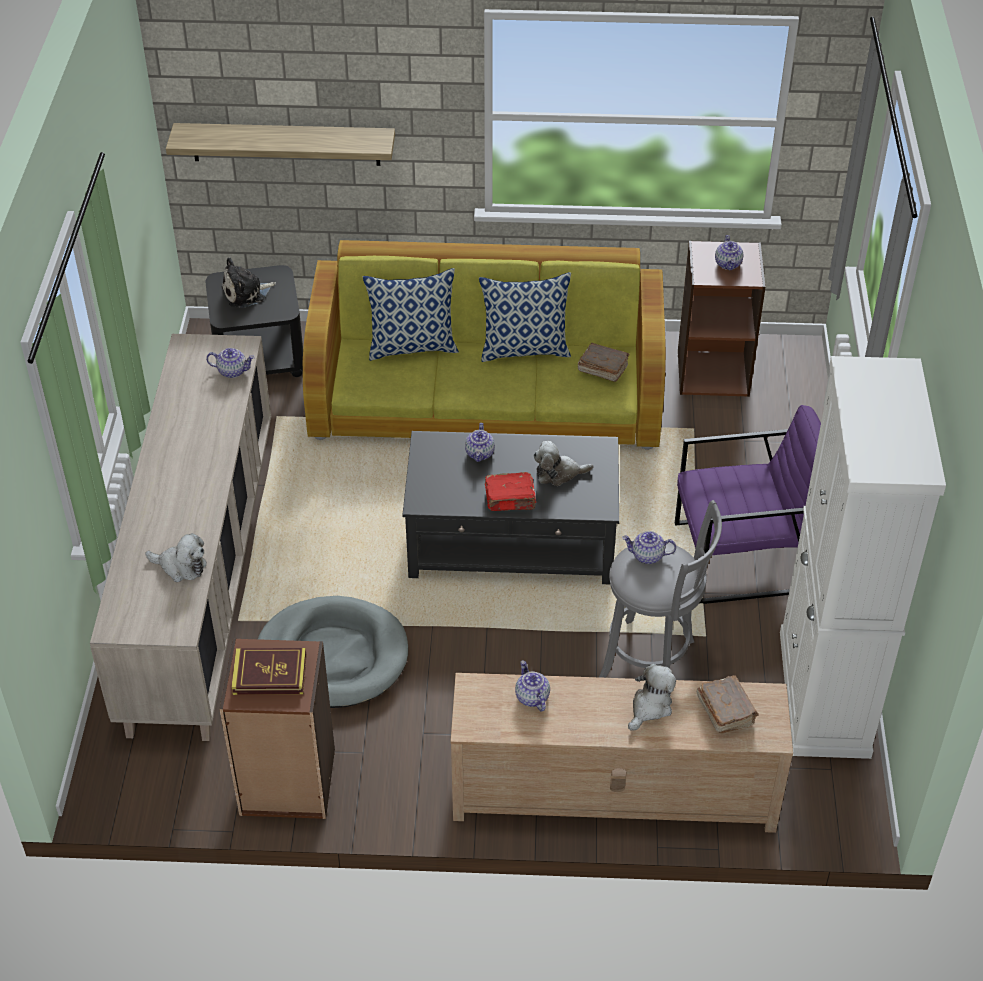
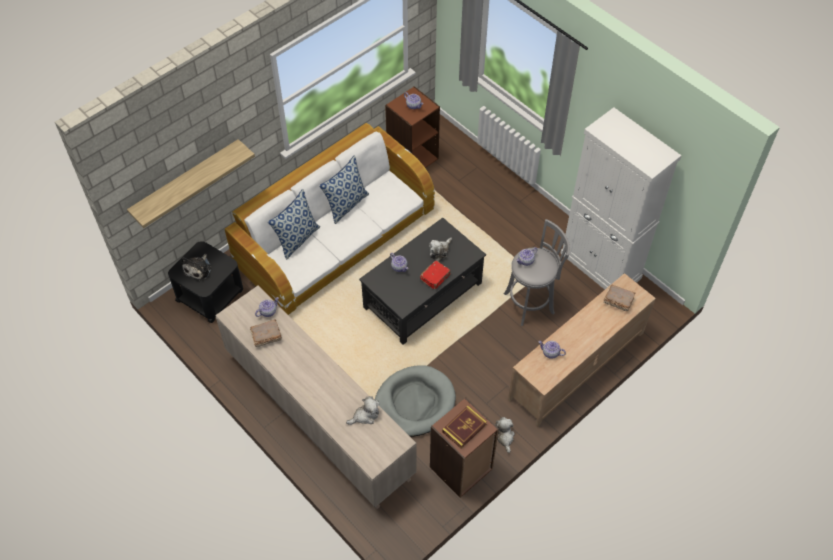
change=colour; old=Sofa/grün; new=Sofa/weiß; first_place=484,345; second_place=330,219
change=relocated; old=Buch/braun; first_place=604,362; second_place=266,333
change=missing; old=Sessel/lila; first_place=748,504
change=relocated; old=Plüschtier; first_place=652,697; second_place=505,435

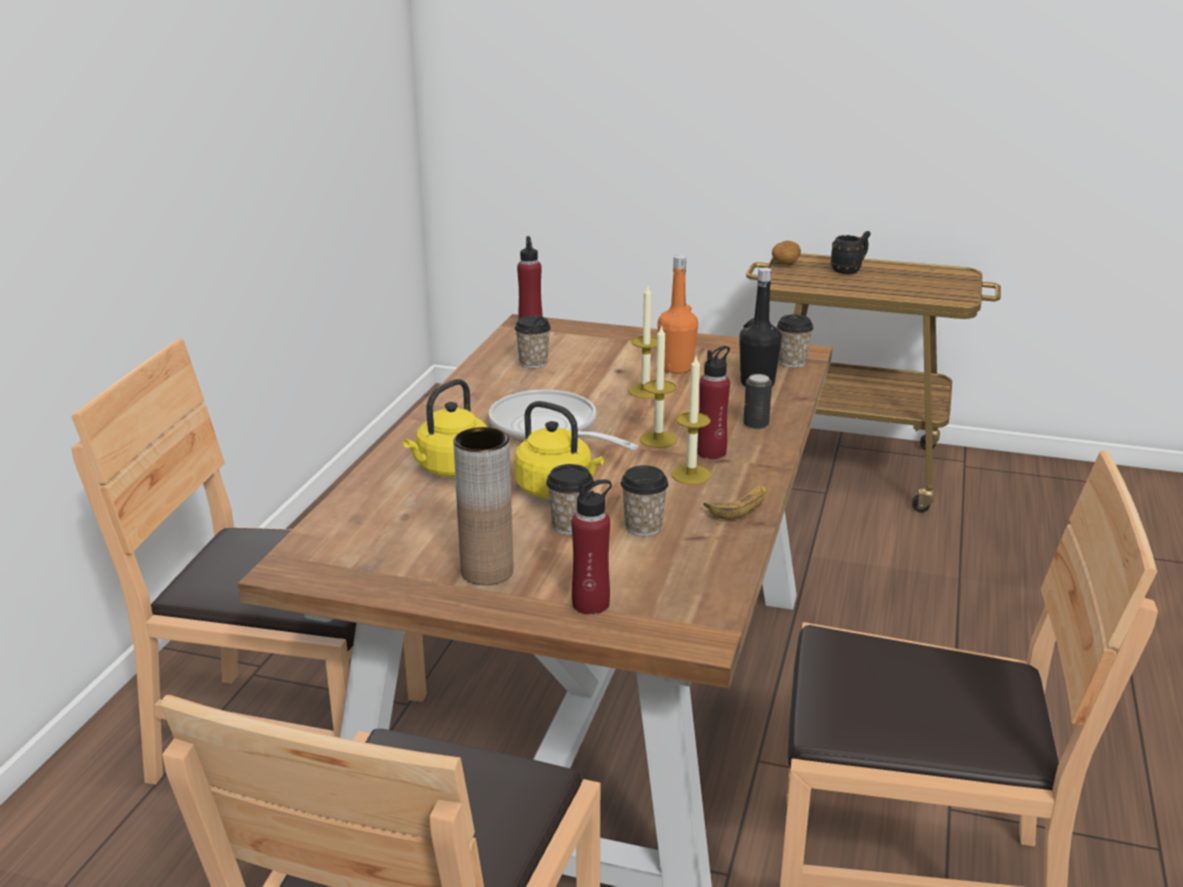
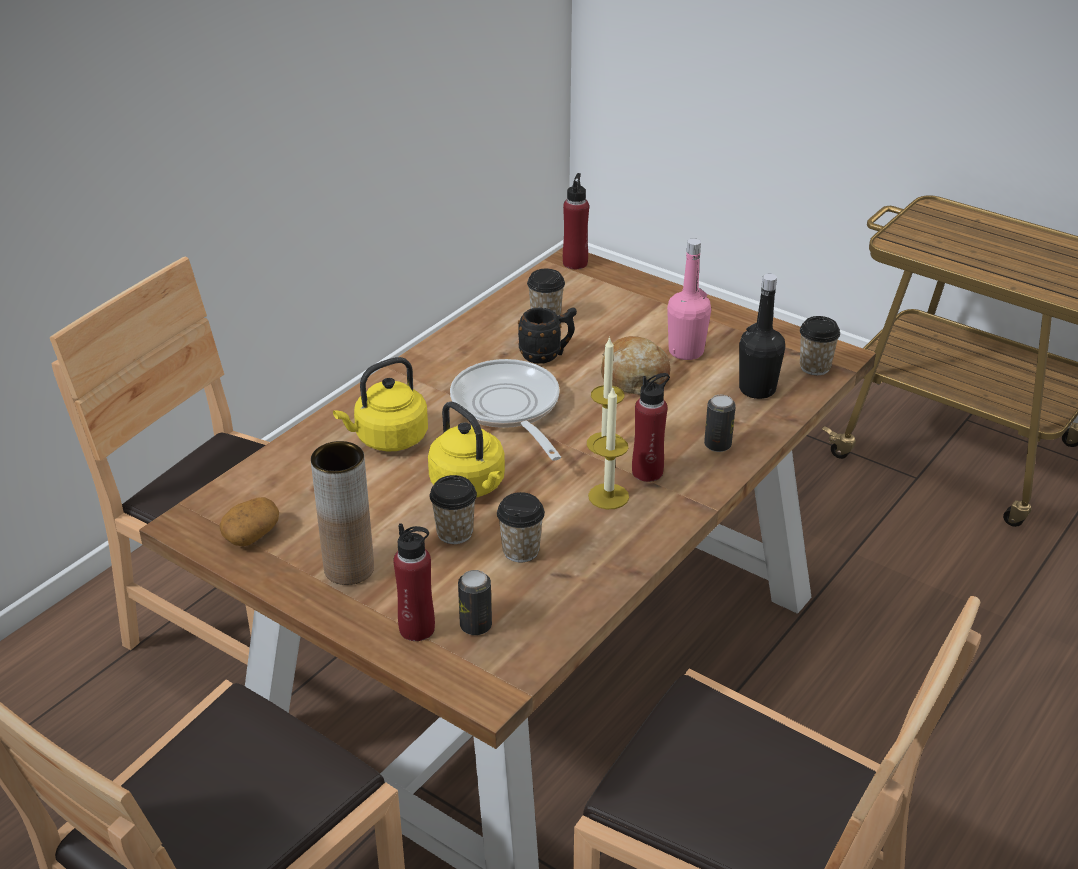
change=relocated; old=Henkelbecher/schwarz; first_place=850,252; second_place=547,335
change=relocated; old=Kartoffel; first_place=786,253; second_place=249,522
change=colour; old=Flasche/orange; new=Flasche/rosa; first_place=677,314; second_place=689,299
change=exchanged; old=Kerze; new=Brot; first_place=642,342; second_place=635,365
change=missing; old=Banane; first_place=735,503
change=appeared; new=Dose; second_place=475,602

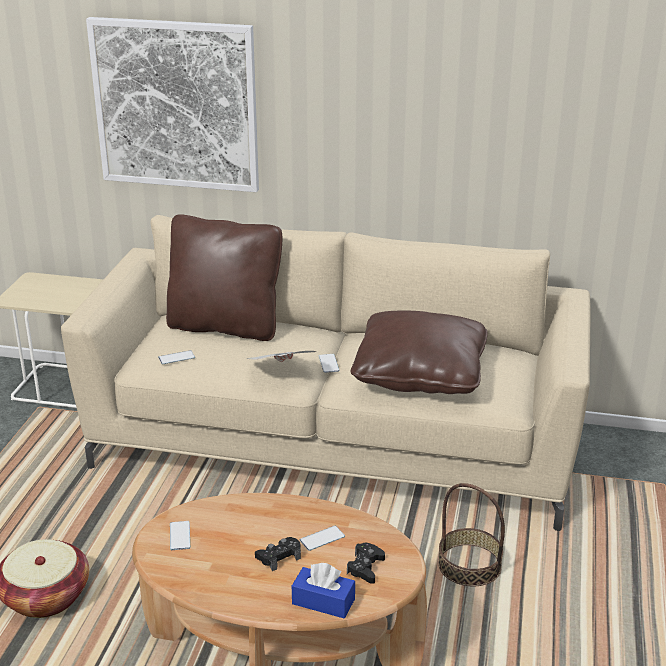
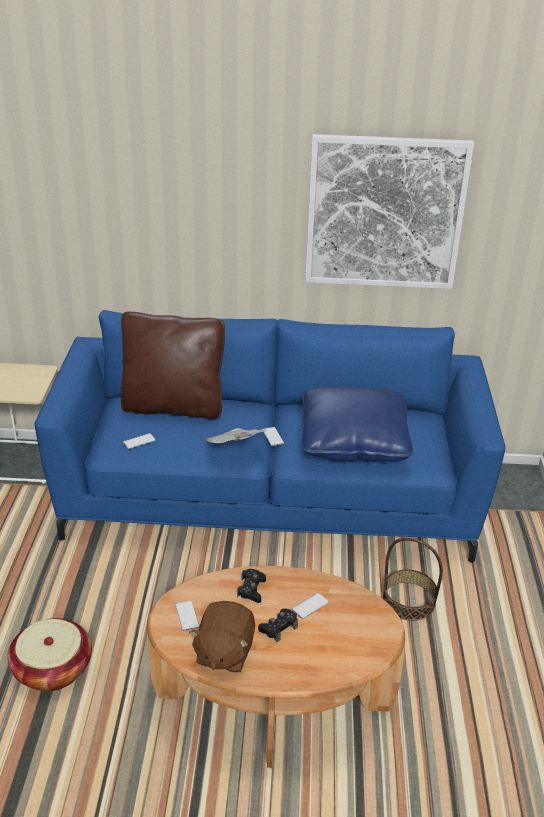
change=relocated; old=Bild; first_place=172,104; second_place=389,211
change=colour; old=Sofa/beige; new=Sofa/blau; first_place=325,373; second_place=270,436
change=colour; old=Kissen/braun; new=Kissen/blau; first_place=419,352; second_place=357,424
change=relocated; old=Gamepad/schwarz; first_place=366,563; second_place=251,586
change=missing; old=Taschentuchbox/blau; first_place=323,591
change=appeared; new=Plüschtier/braun; second_place=222,637

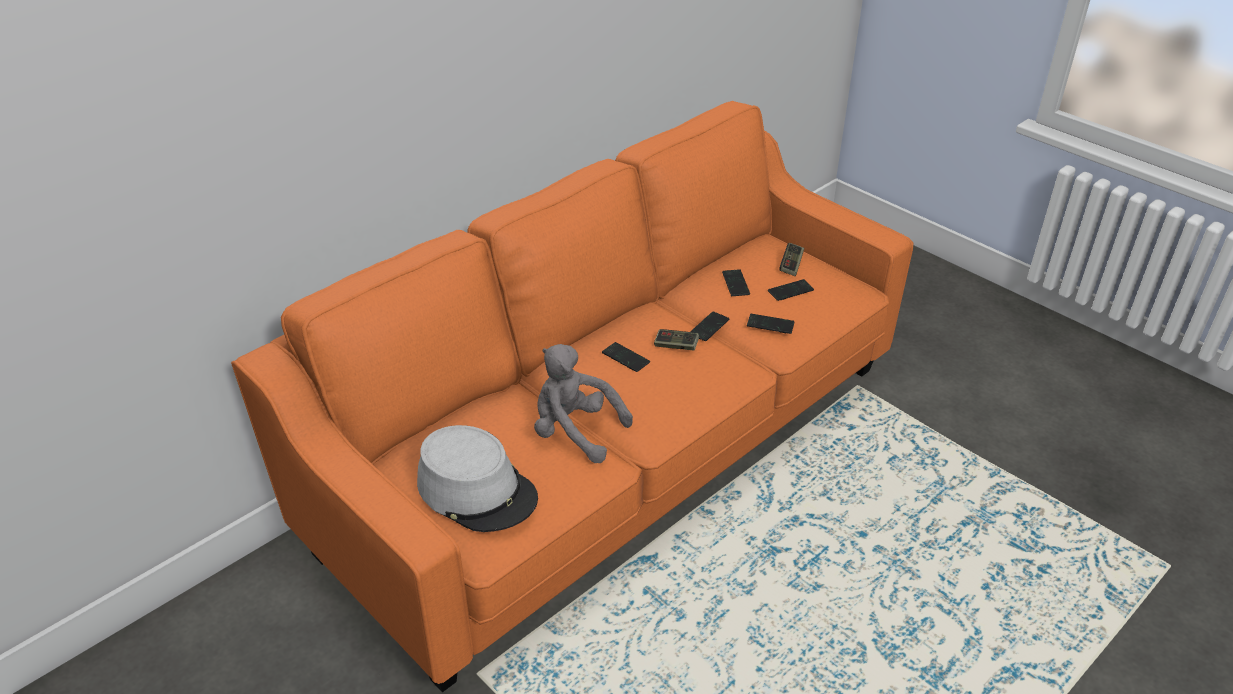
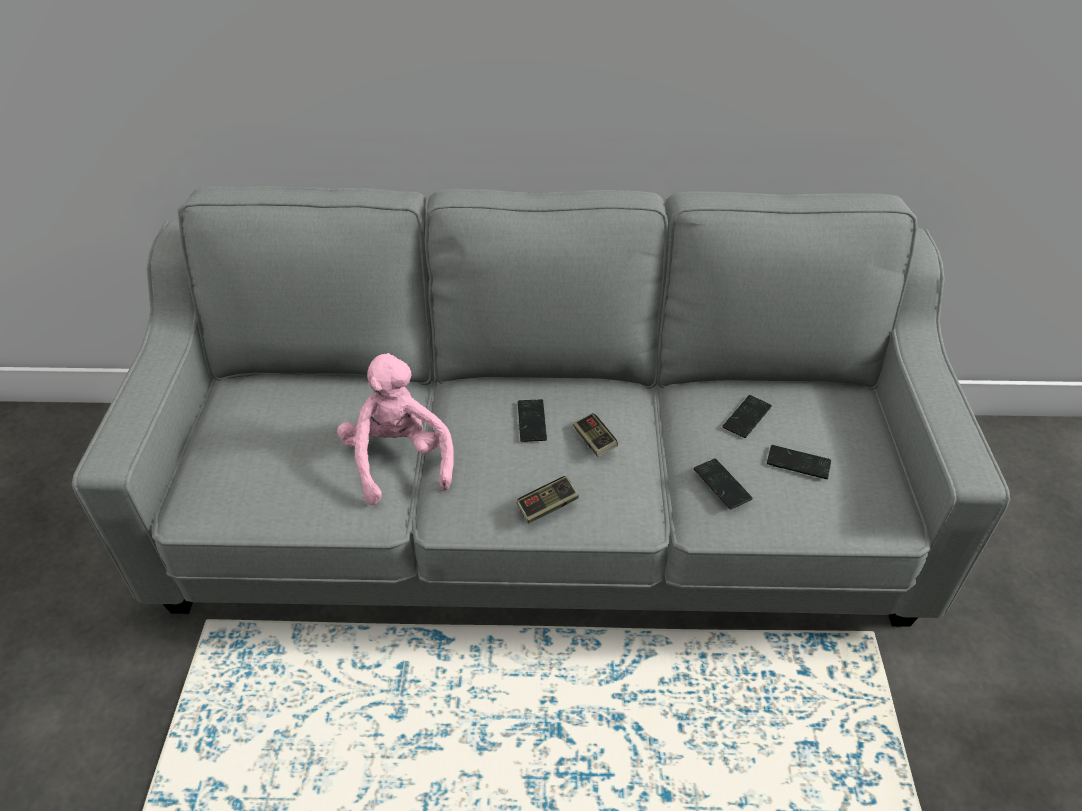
change=colour; old=Sofa/orange; new=Sofa/grau; first_place=572,396; second_place=541,406
change=relocated; old=Gamepad; first_place=791,259; second_place=548,500
change=missing; old=Handy; first_place=709,326
change=colour; old=Plüschtier/grau; new=Plüschtier/rosa; first_place=583,403; second_place=395,429
change=missing; old=Hut/grau; first_place=477,478

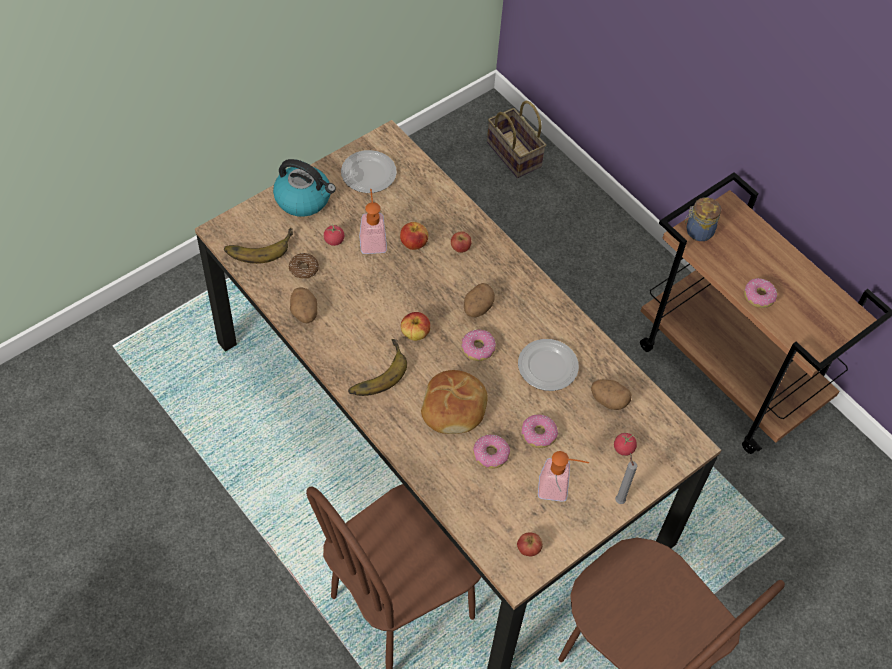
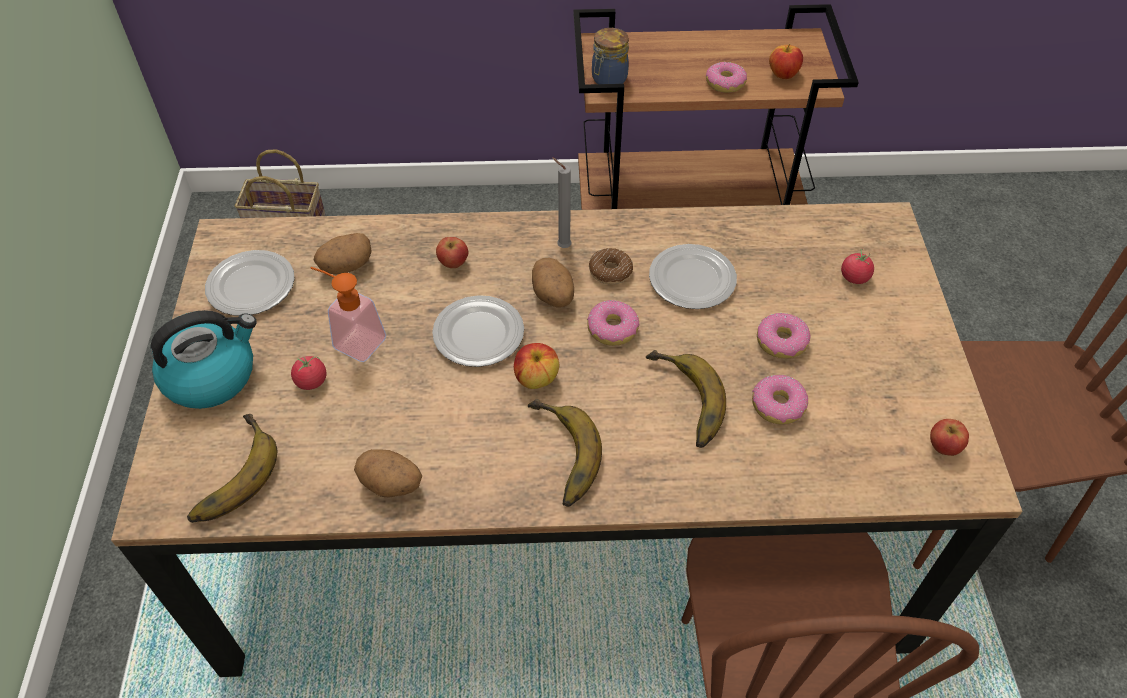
change=relocated; old=Apfel; first_place=414,236; second_place=786,61
change=relocated; old=Donut; first_place=304,266; second_place=611,266
change=exchanged; old=Brot; new=Banane; first_place=454,402; second_place=686,399
change=relocated; old=Kartoffel; first_place=611,394; second_place=342,254
change=missing; old=Seifenspender; first_place=563,476
change=relocated; old=Kerze/grau; first_place=626,478; second_place=562,202
change=appeared; new=Teller; second_place=478,331

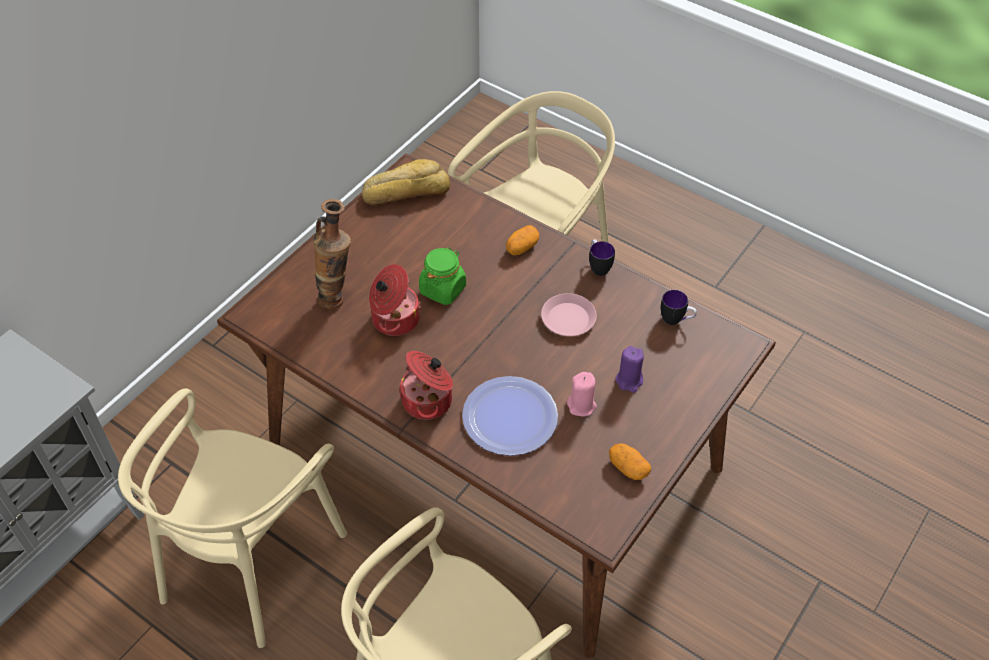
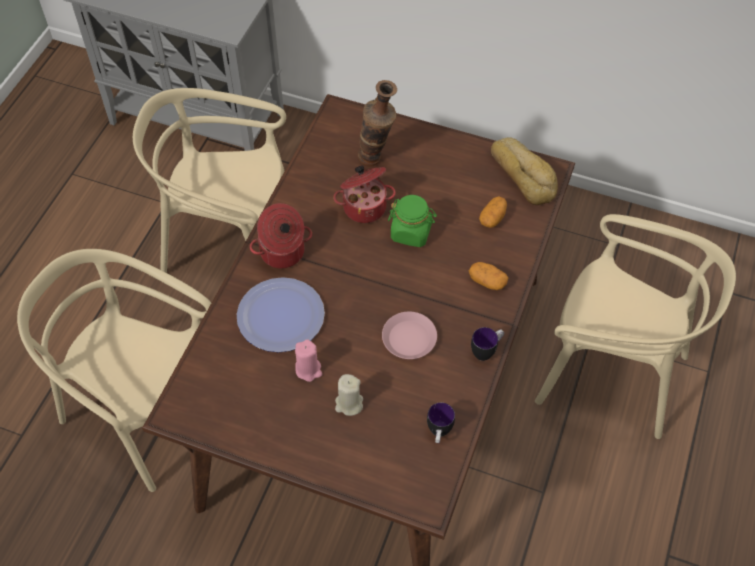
change=colour; old=Kerze/lila; new=Kerze/beige; first_place=630,369; second_place=349,395
change=relocated; old=Kartoffel; first_place=630,461; second_place=493,212

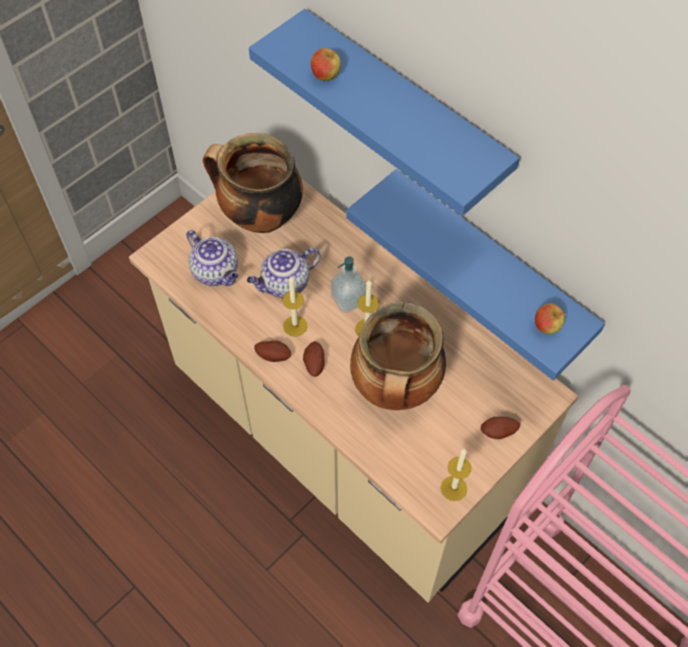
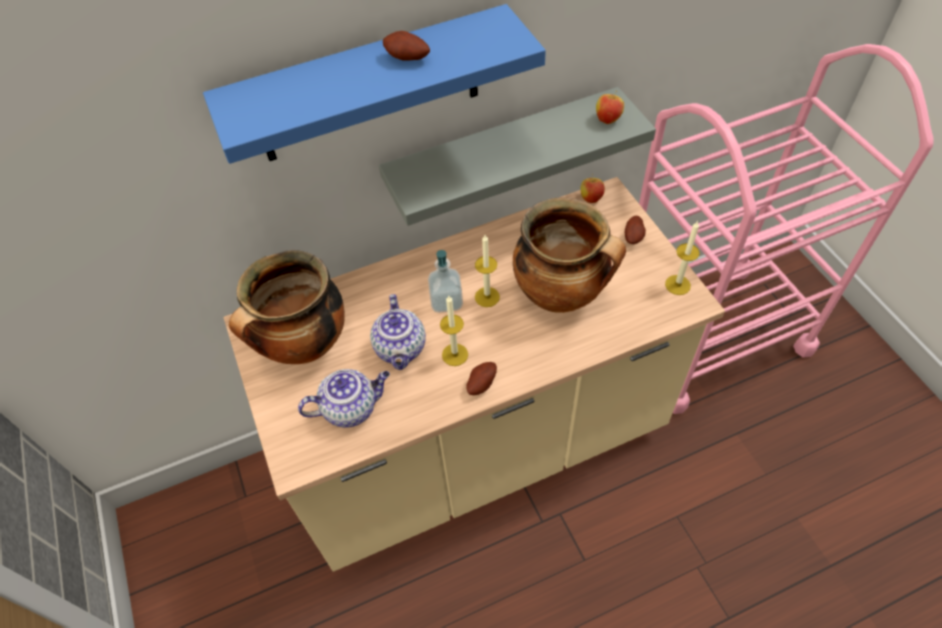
change=relocated; old=Apfel; first_place=326,64; second_place=593,188
change=colour; old=Wandregal/blau; new=Wandregal/grau; first_place=476,275; second_place=517,156
change=relocated; old=Kartoffel; first_place=313,359; second_place=406,46

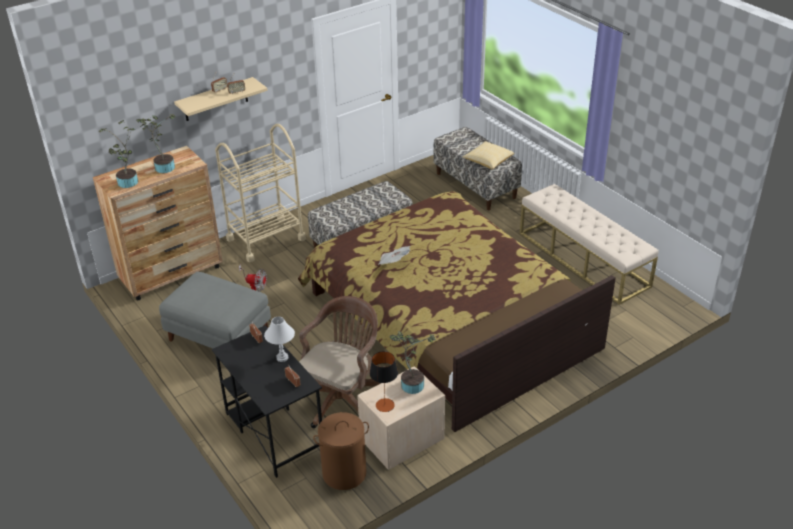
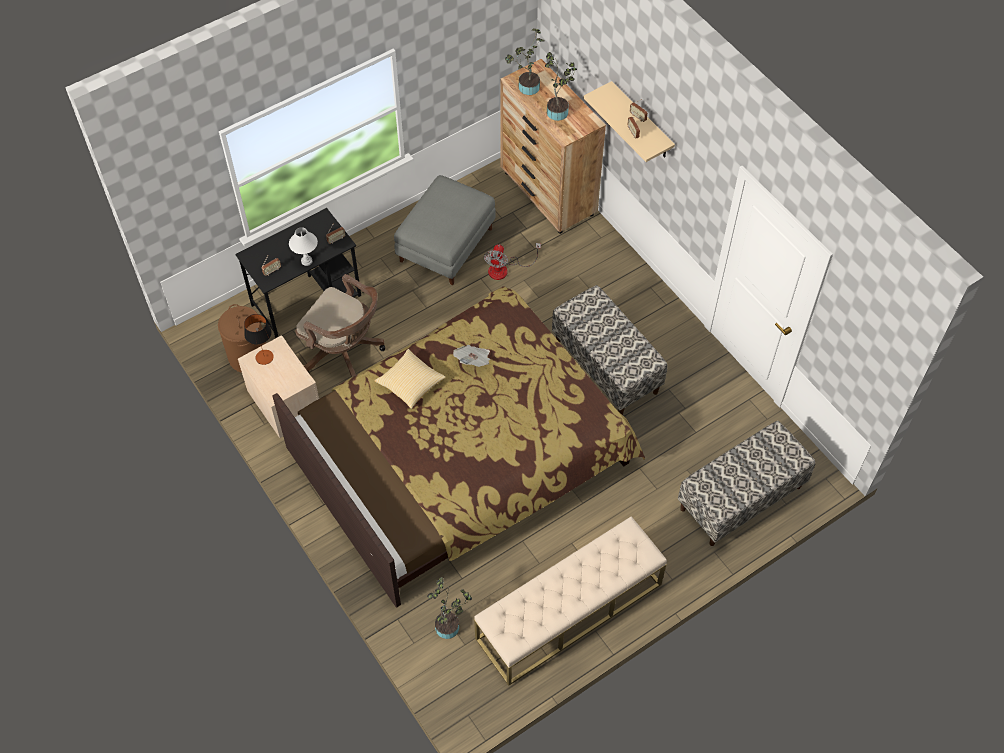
change=missing; old=Rollwagen/beige; first_place=260,193
change=relocated; old=Kissen; first_place=488,155; second_place=410,379
change=relocated; old=Topfpflanze; first_place=412,362; second_place=449,608

